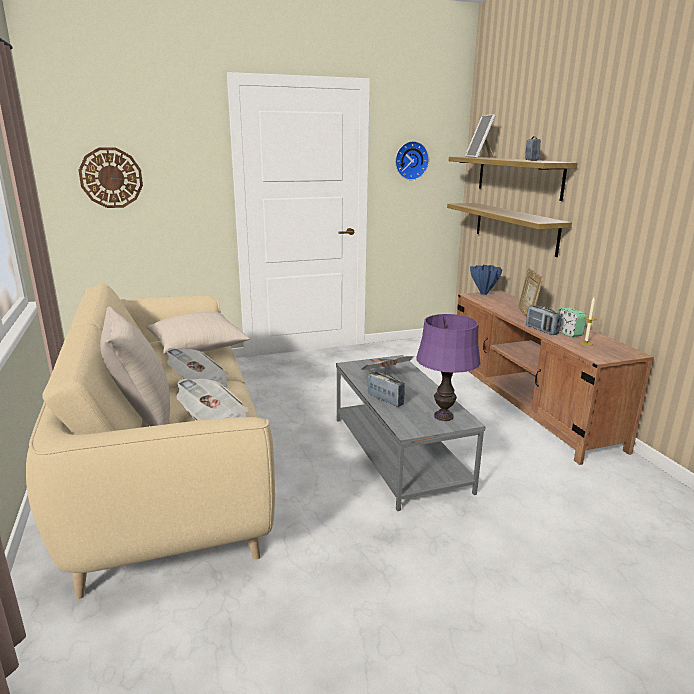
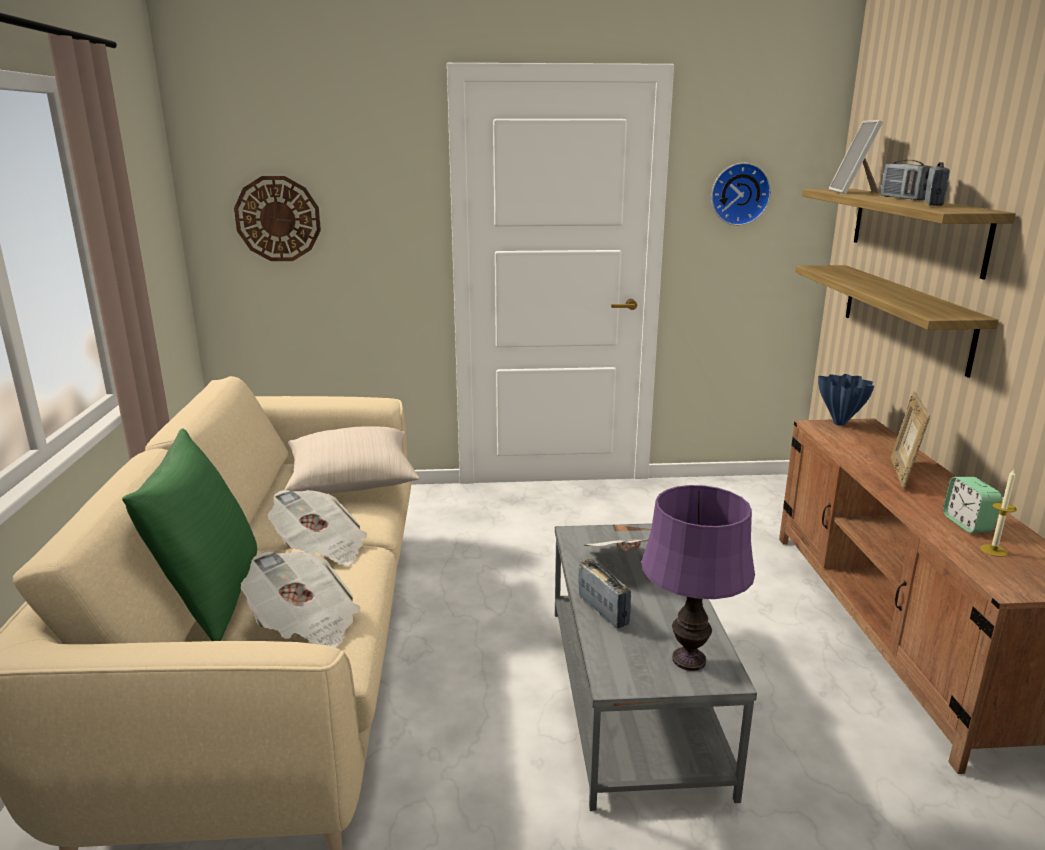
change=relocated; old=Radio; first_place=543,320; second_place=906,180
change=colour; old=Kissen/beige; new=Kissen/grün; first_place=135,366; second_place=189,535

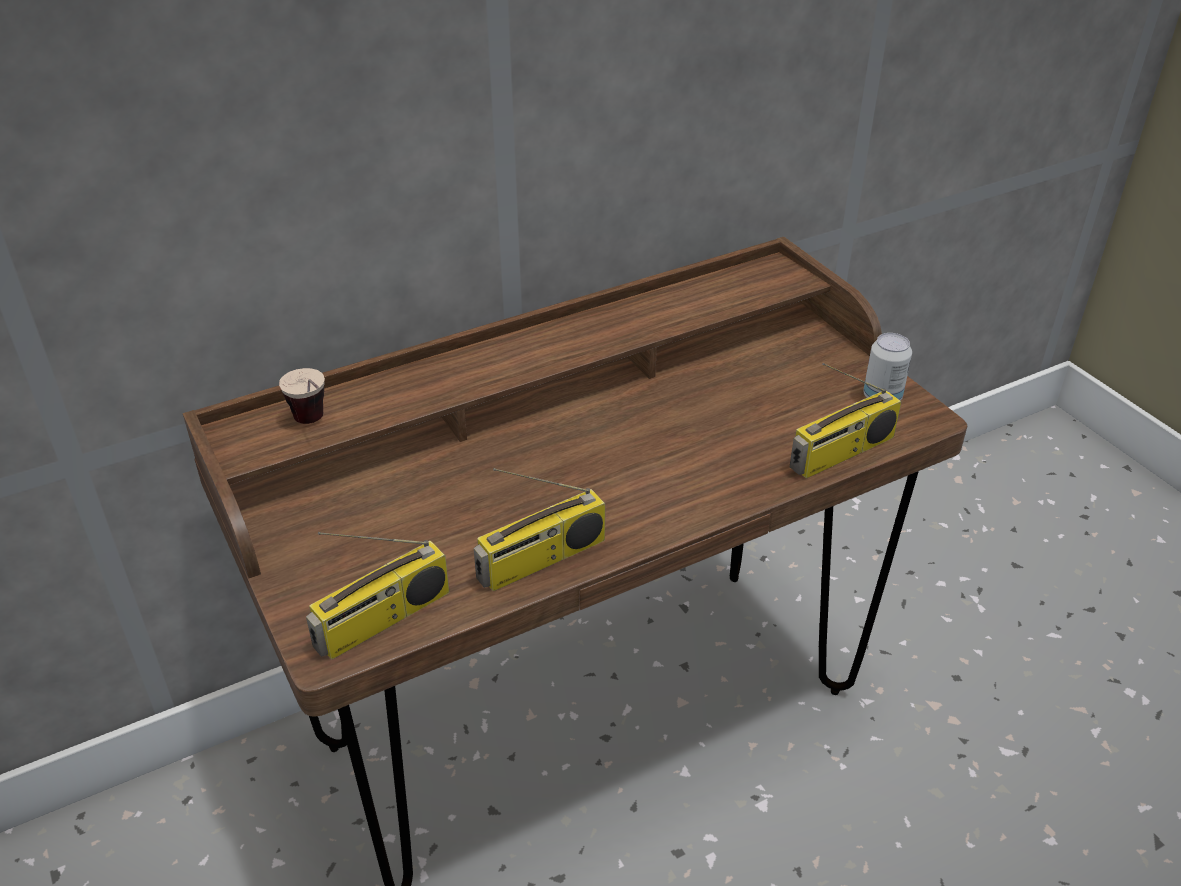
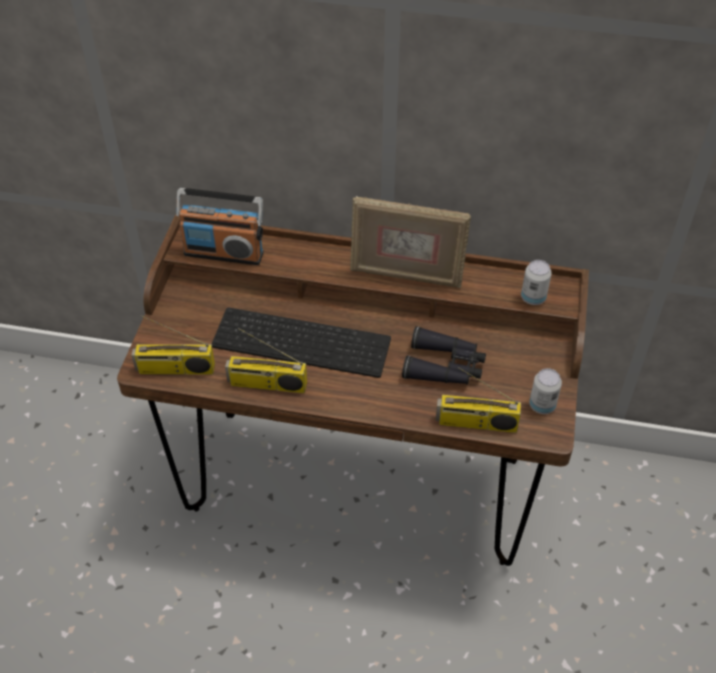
change=exchanged; old=Tasse; new=Radio; first_place=302,396; second_place=220,226
change=appeared; new=Bilderrahmen; second_place=410,242
change=appeared; new=Dose; second_place=536,282
change=appeared; new=Tastatur; second_place=301,342
change=appeared; new=Fernglas/schwarz; second_place=444,355

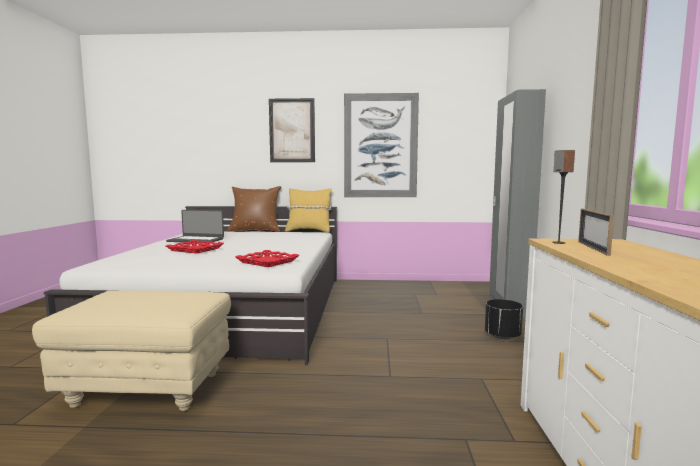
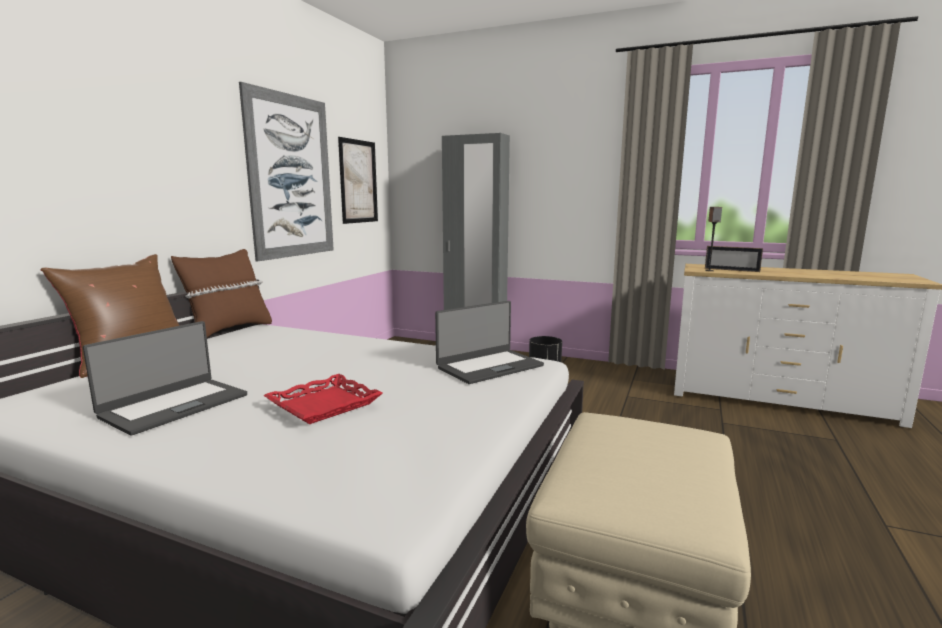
change=relocated; old=Bild; first_place=292,130; second_place=358,180
change=colour; old=Kissen/gelb; new=Kissen/braun; first_place=308,210; second_place=221,293
change=exchanged; old=Tablett/rot; new=Laptop; first_place=267,258; second_place=489,342

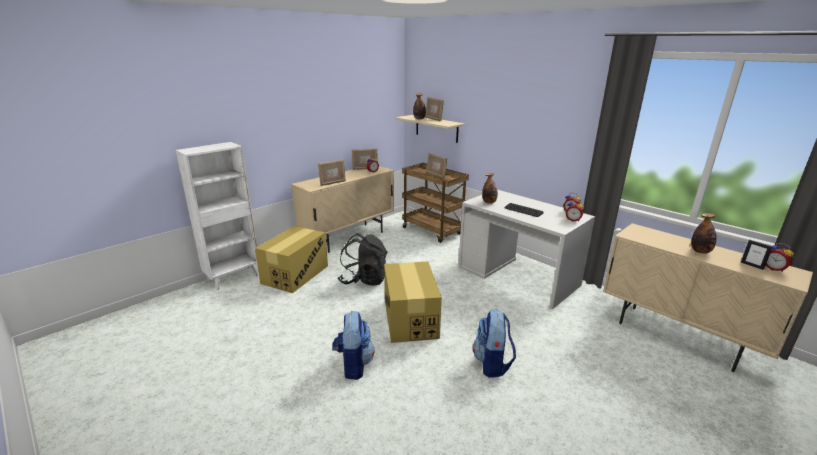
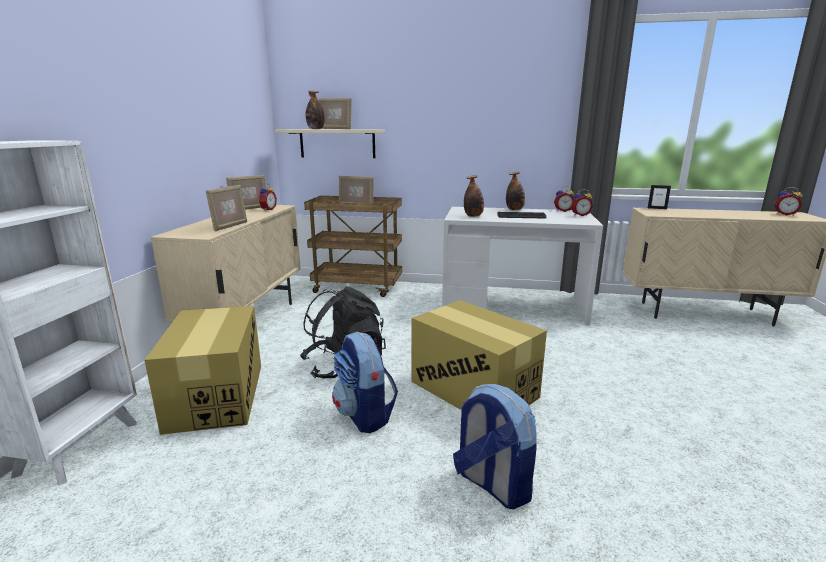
change=relocated; old=Flasche; first_place=703,233; second_place=515,191
change=relocated; old=Bilderrahmen; first_place=757,255; second_place=659,197
change=relocated; old=Rucksack; first_place=494,343; second_place=365,382

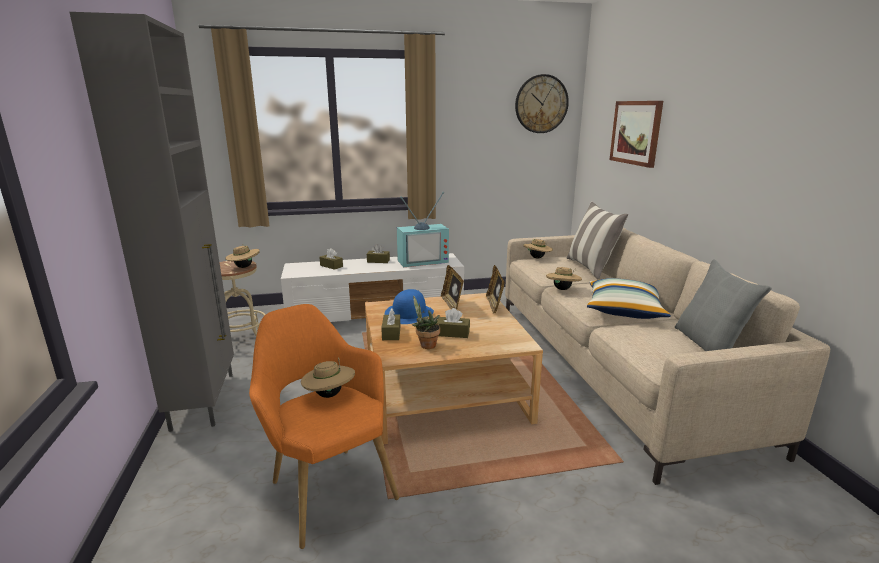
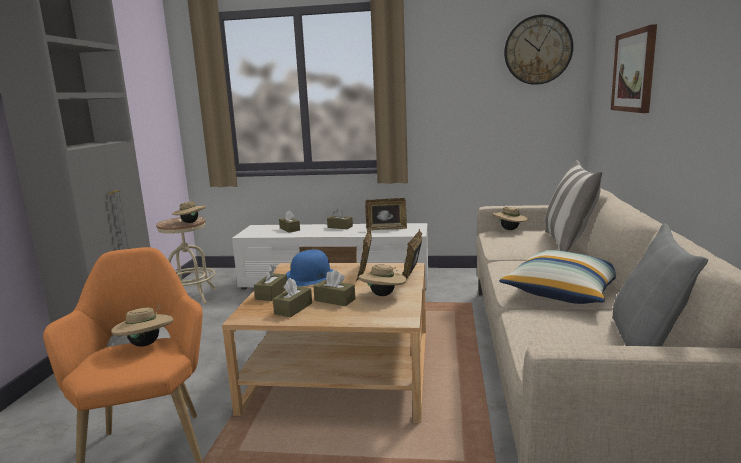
change=exchanged; old=Fernseher; new=Bilderrahmen; first_place=423,229; second_place=386,214
change=relocated; old=Hut/beige; first_place=564,278; second_place=383,280
change=exchanged; old=Topfpflanze; new=Taschentuchbox/braun; first_place=426,322; second_place=292,297

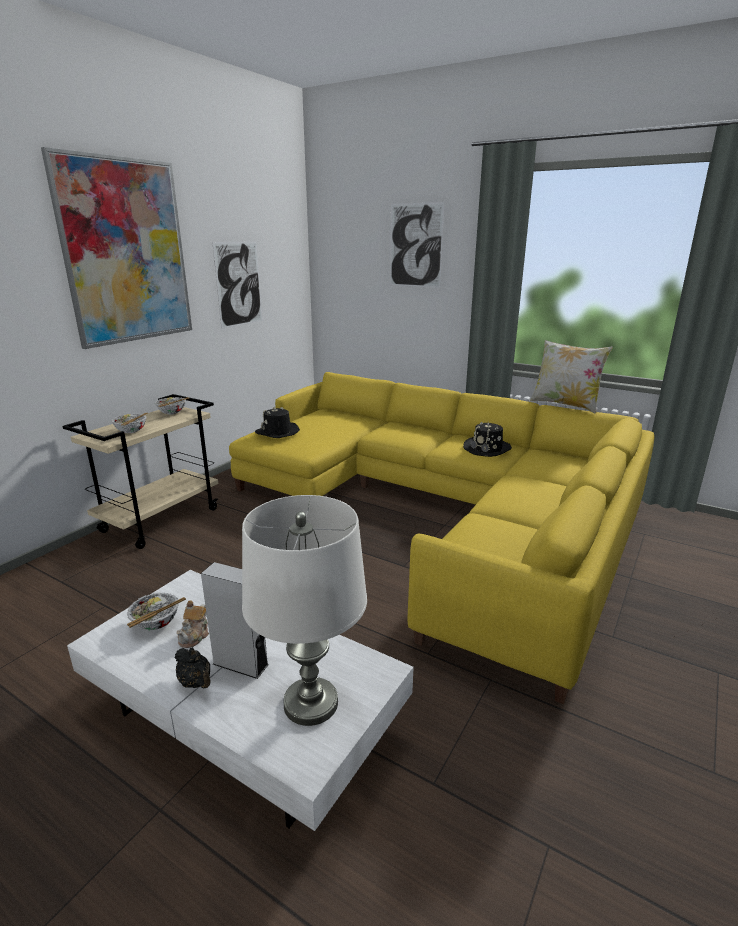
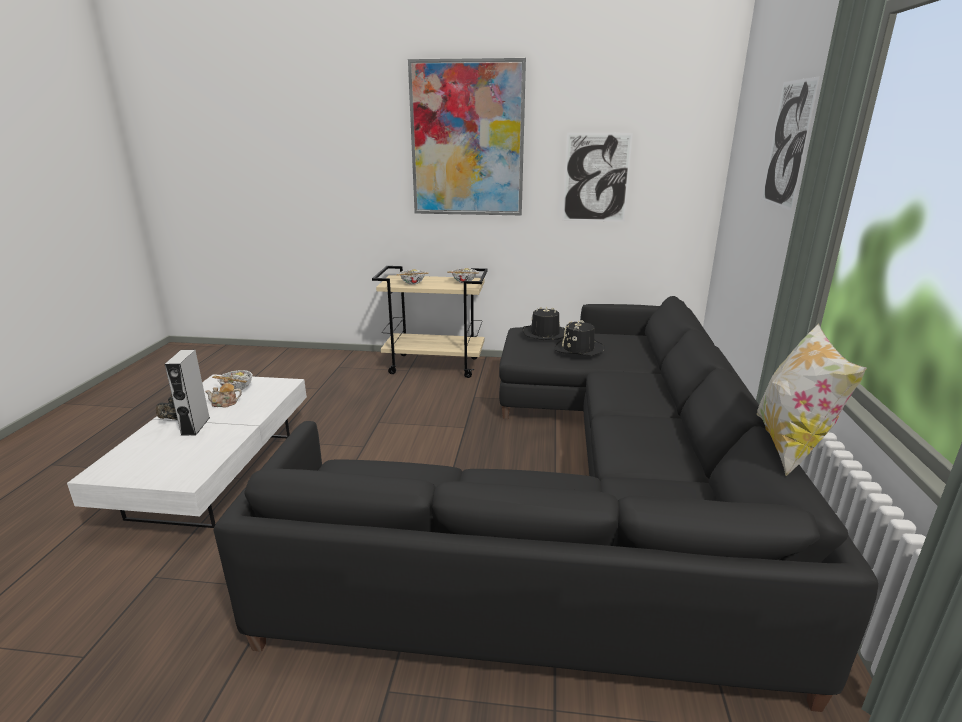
change=colour; old=Sofa/gelb; new=Sofa/schwarz; first_place=442,538; second_place=546,504
change=relocated; old=Hut/schwarz; first_place=487,439; second_place=580,338
change=missing; old=Tischlampe/weiß; first_place=304,610

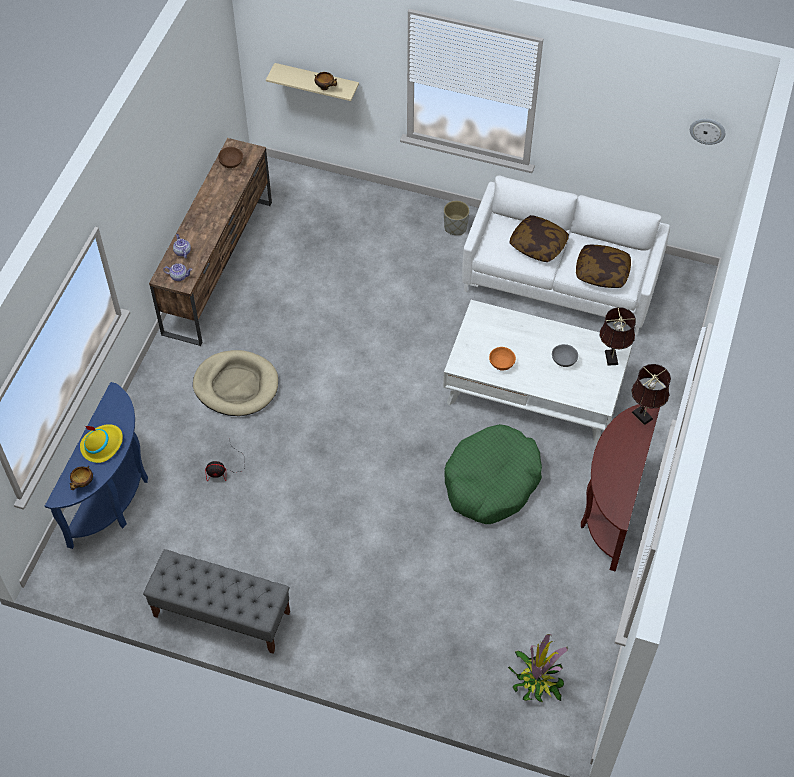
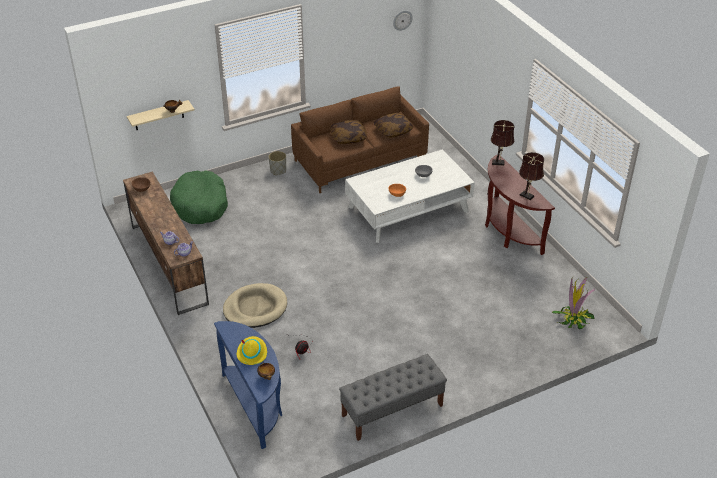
change=colour; old=Sofa/weiß; new=Sofa/braun; first_place=566,255; second_place=360,140
change=relocated; old=Tischlampe/braun; first_place=618,336; second_place=531,176
change=relocated; old=Hundebett/grün; first_place=493,474; second_place=199,197

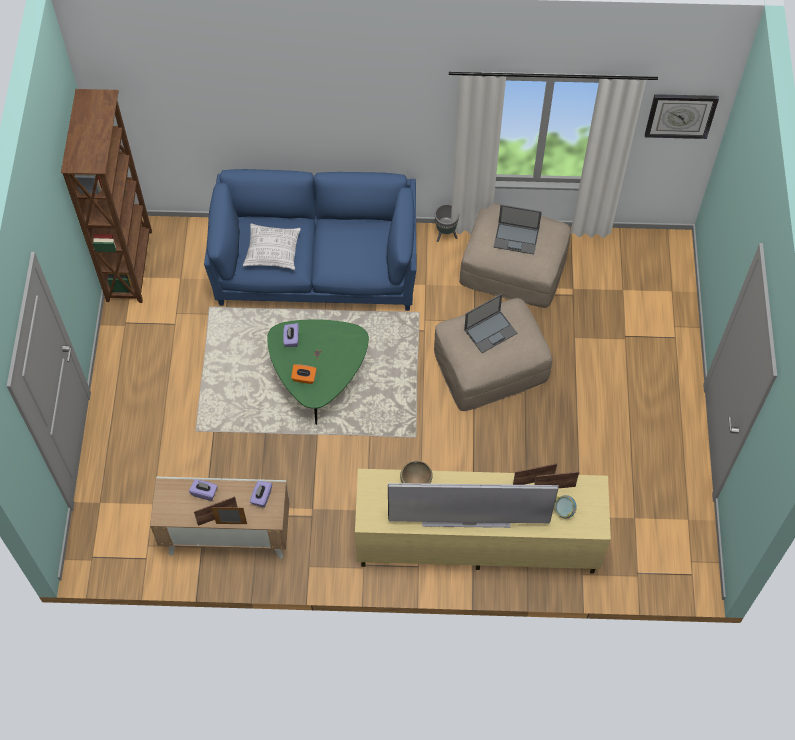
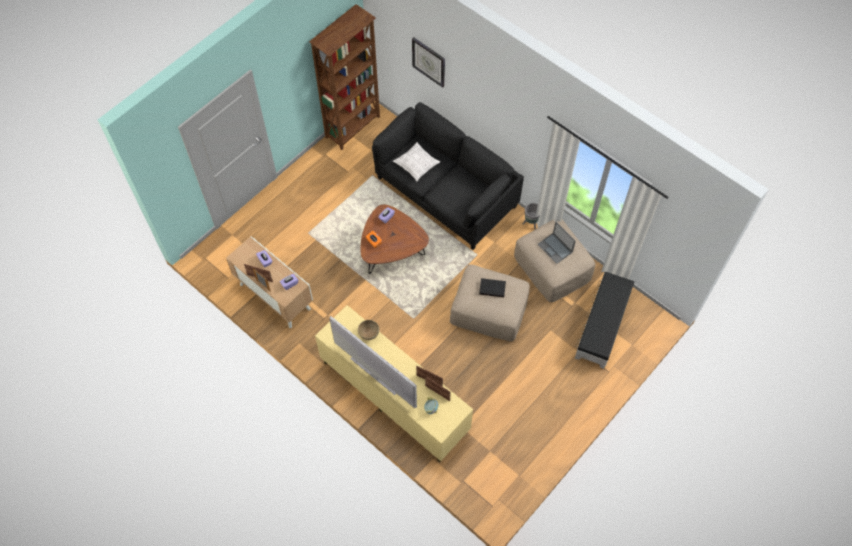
change=relocated; old=Wanduhr; first_place=682,116; second_place=428,62
change=colour; old=Sofa/blau; new=Sofa/schwarz; first_place=310,240; second_place=448,176
change=exchanged; old=Laptop; new=Buch/schwarz; first_place=490,323; second_place=492,287
change=colour; old=Couchtisch/grün; new=Couchtisch/braun; first_place=318,372; second_place=394,239
change=appeared; new=Polsterhocker/schwarz; second_place=604,320

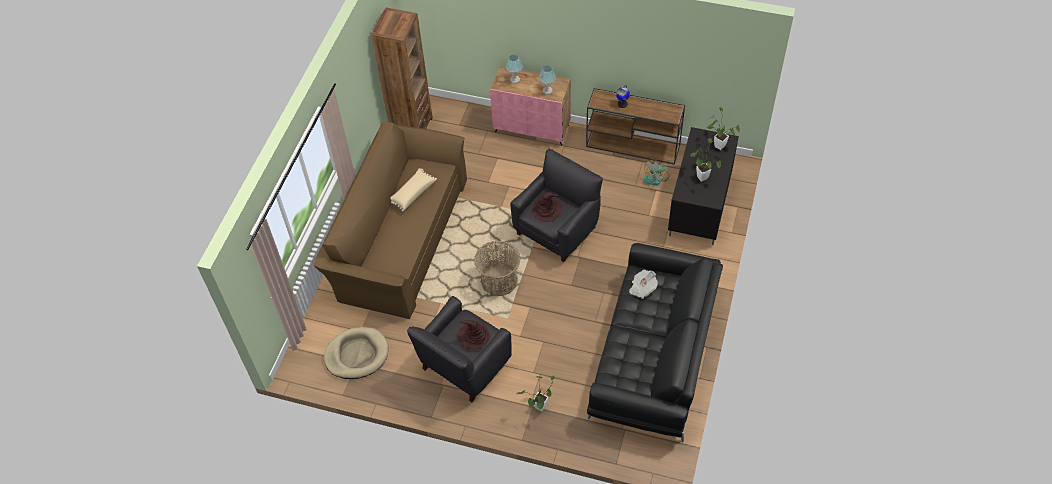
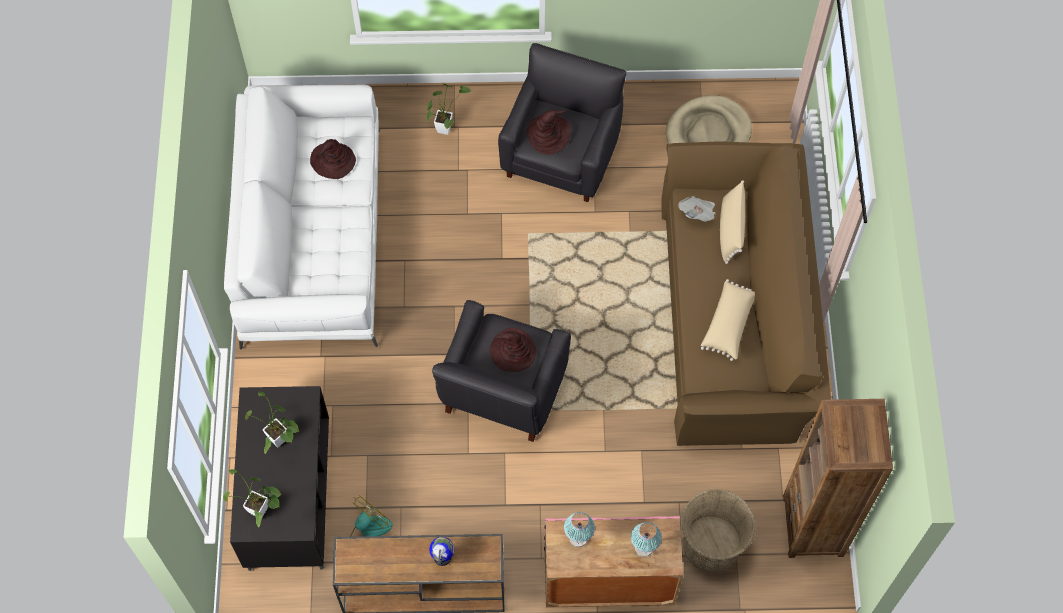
change=relocated; old=Korb; first_place=497,268; second_place=718,530
change=colour; old=Sofa/schwarz; new=Sofa/weiß; first_place=655,342; second_place=302,216
change=relocated; old=Zeitung; first_place=643,284; second_place=697,209
change=appeared; new=Hut/braun; second_place=333,159
change=appeared; new=Kissen/beige; second_place=732,222

